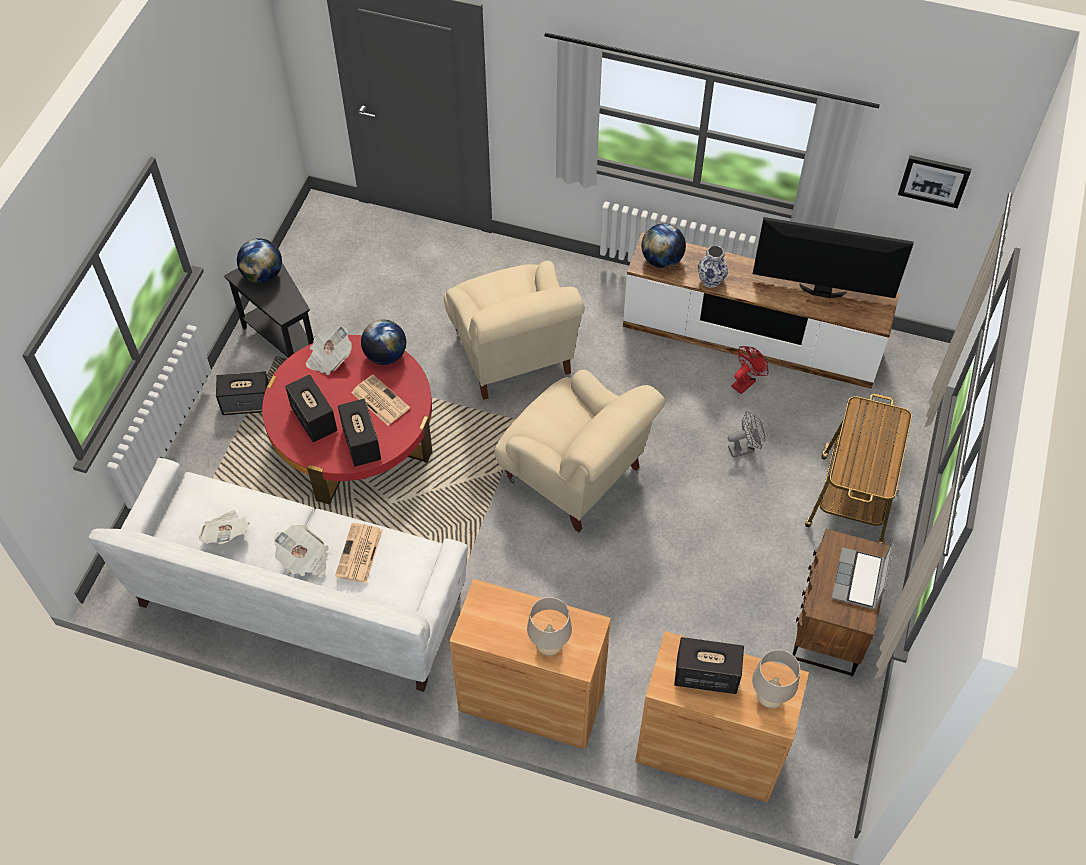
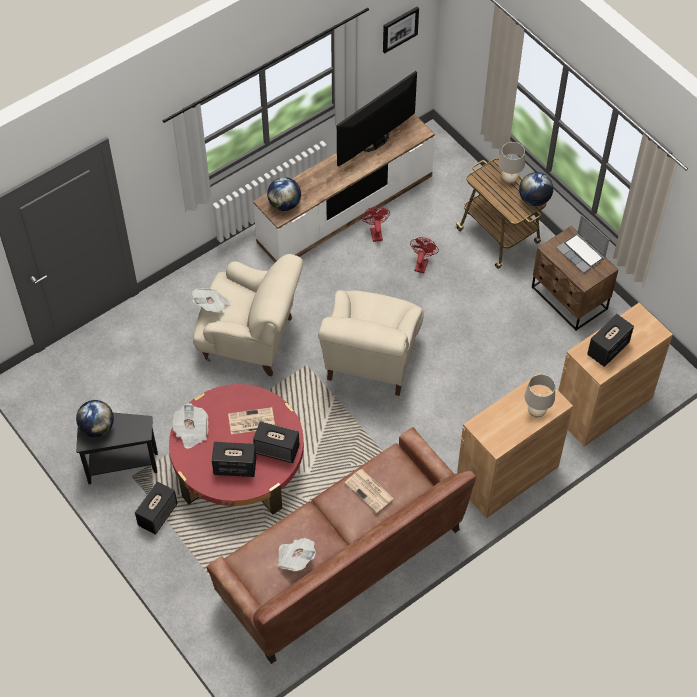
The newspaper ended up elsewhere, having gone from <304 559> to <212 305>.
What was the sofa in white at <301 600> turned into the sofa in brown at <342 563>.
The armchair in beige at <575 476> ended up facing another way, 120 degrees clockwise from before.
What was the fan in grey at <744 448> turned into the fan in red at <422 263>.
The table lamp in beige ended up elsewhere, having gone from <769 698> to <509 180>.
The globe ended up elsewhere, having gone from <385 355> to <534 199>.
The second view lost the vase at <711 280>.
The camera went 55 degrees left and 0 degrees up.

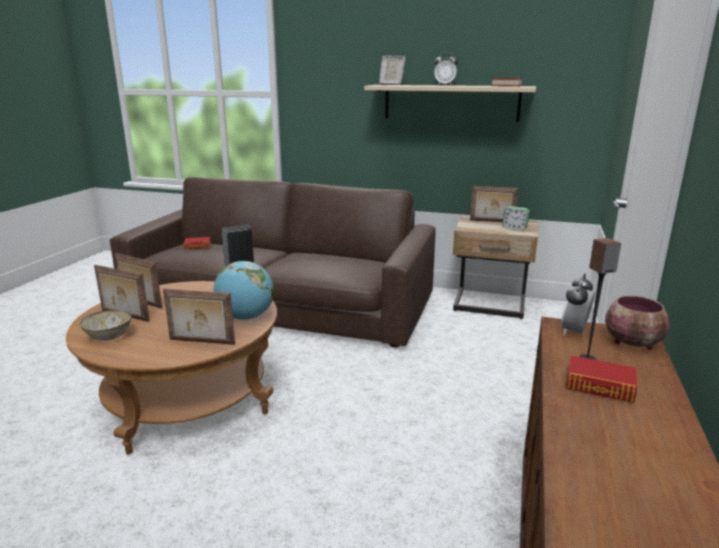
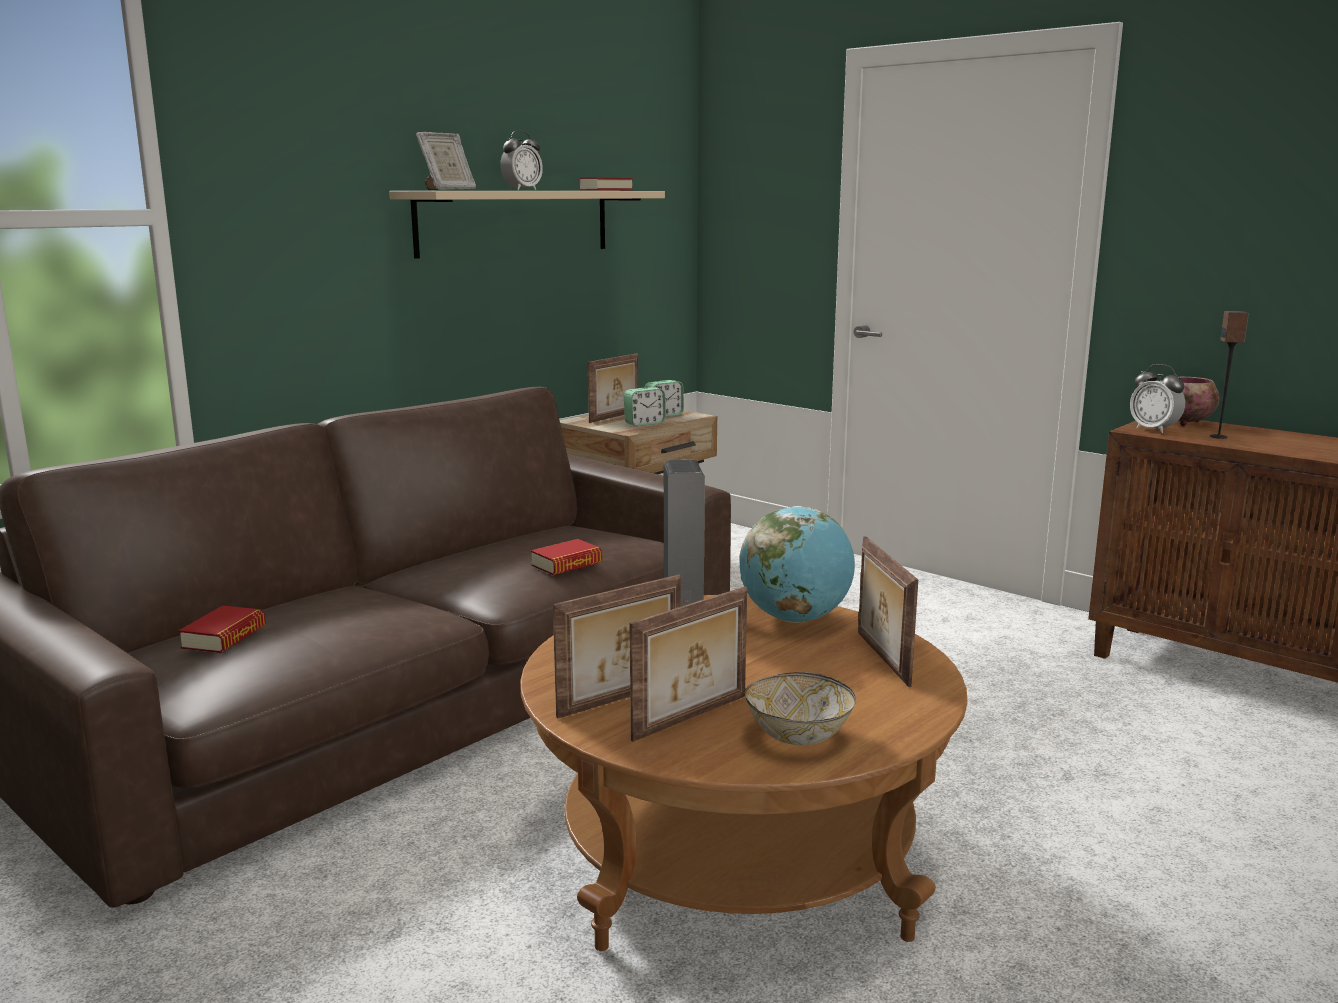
The book ended up elsewhere, having gone from <599 386> to <566 564>.
The second view gained the alarm clock at <644 423>.
The picture frame at <201 342> ended up facing another way, 135 degrees clockwise from before.
The camera went 65 degrees left and 5 degrees down.

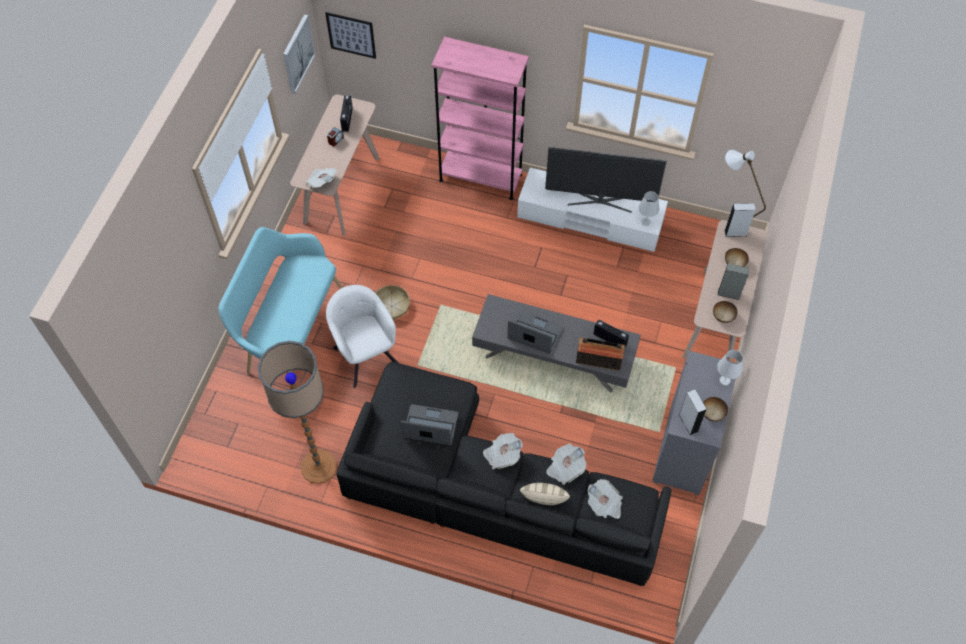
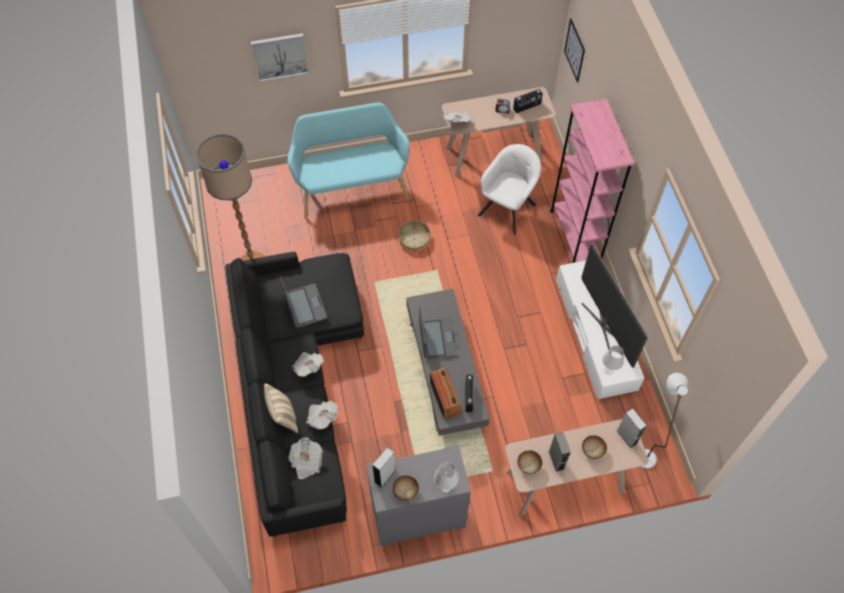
The picture ended up elsewhere, having gone from <297 53> to <280 56>.
The armchair in white ended up elsewhere, having gone from <365 354> to <508 208>.
The camera went 60 degrees right and 0 degrees up.

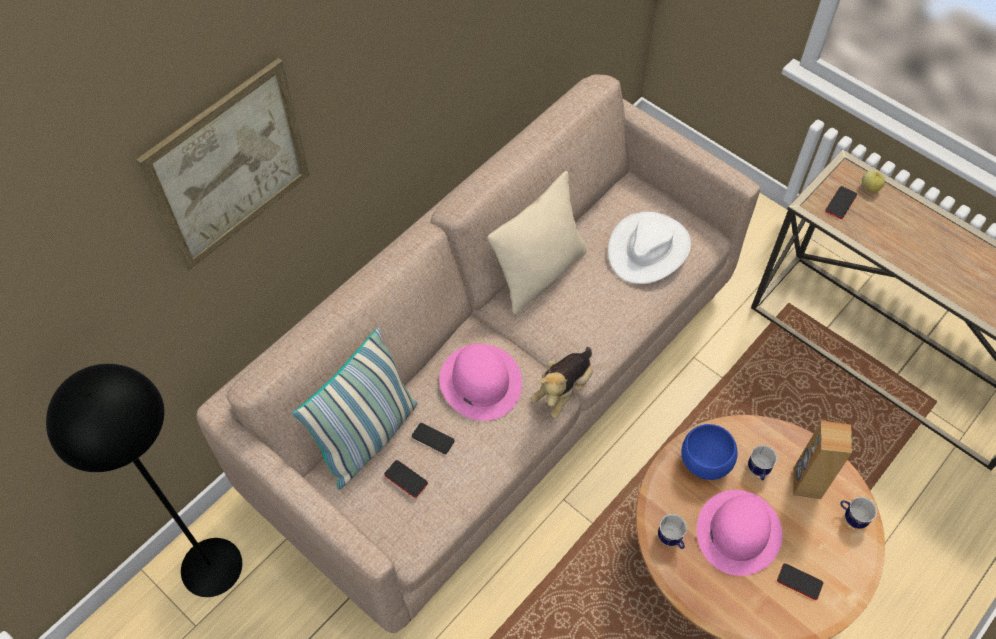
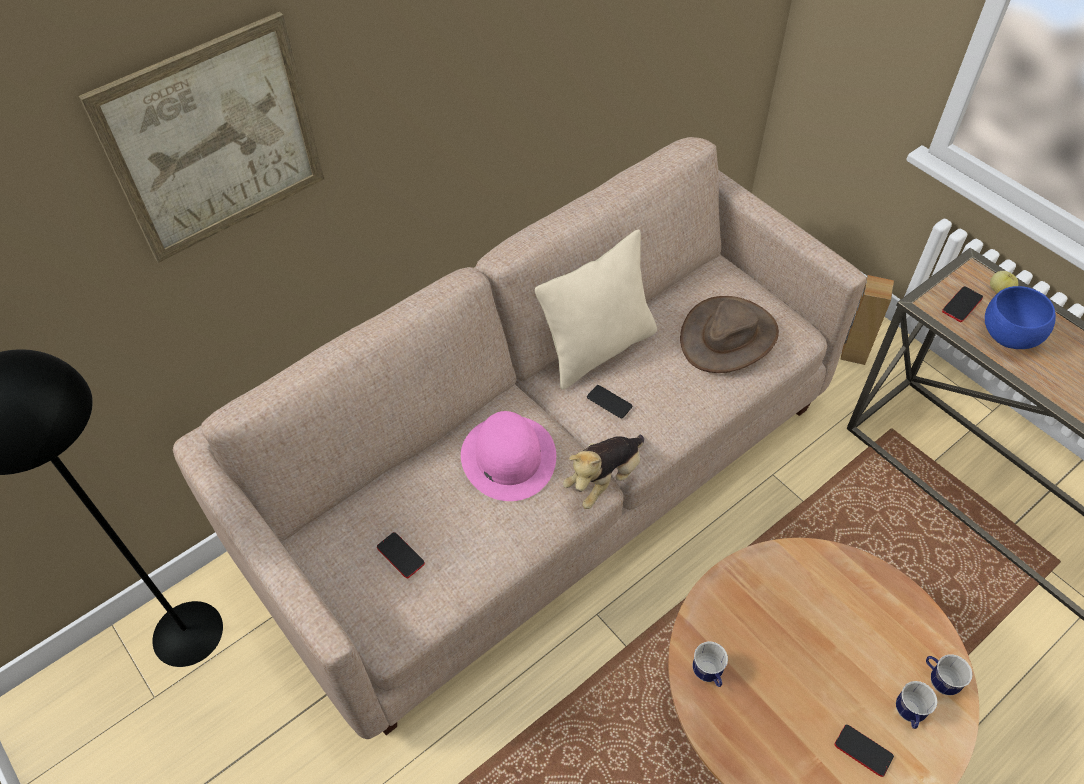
The phone ended up elsewhere, having gone from <433 438> to <609 402>.
What was the hat in white at <648 249> turned into the hat in brown at <728 336>.
The speaker in brown ended up elsewhere, having gone from <806 483> to <853 352>.
The mug ended up elsewhere, having gone from <758 471> to <909 714>.
The bowl in blue ended up elsewhere, having gone from <705 463> to <1009 338>.
The second view lost the pillow at <368 437>.
The second view lost the hat in pink at <738 531>.
The camera went 10 degrees right and 5 degrees down.

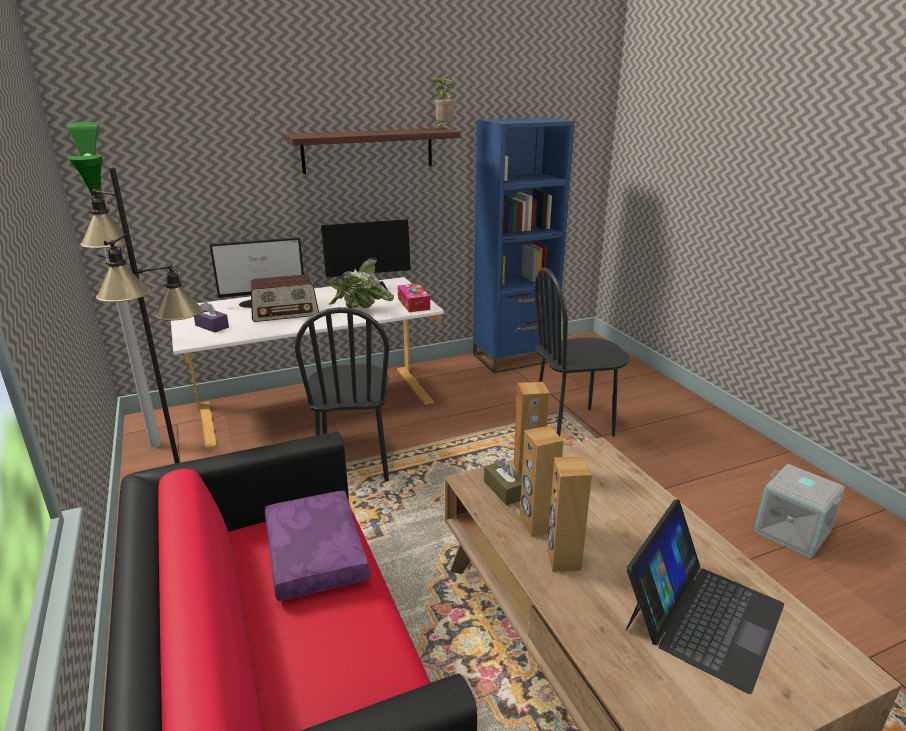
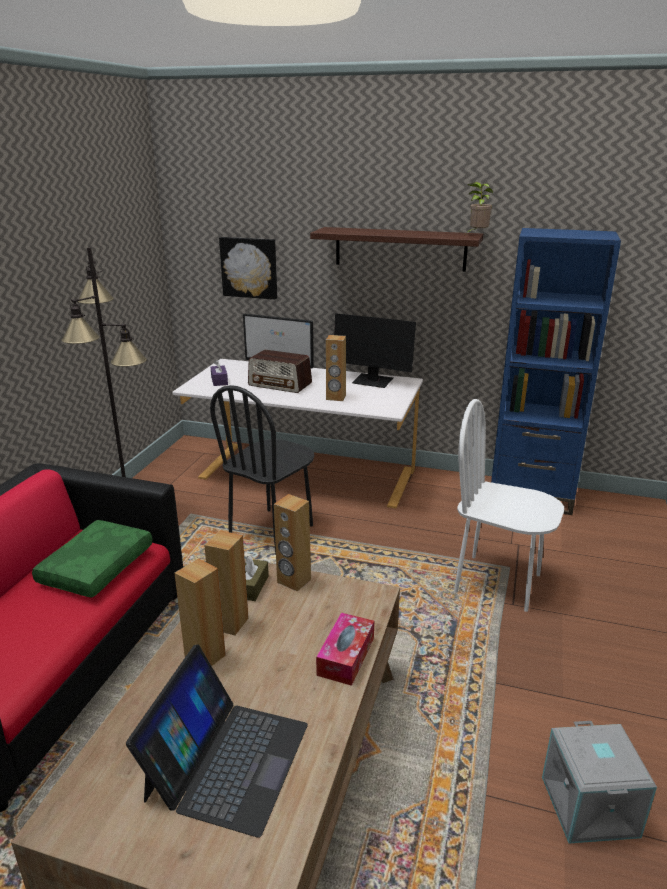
What was the pillow in purple at <313 554> turned into the pillow in green at <96 566>.
The laptop at <702 615> ended up facing another way, 60 degrees counterclockwise from before.
The second view gained the picture at <249 267>.
The tissue box ended up elsewhere, having gone from <413 304> to <346 656>.
Where the potted plant stood at <360 310>, the speaker in brown came to stand at <336 397>.
What was the chair in black at <573 425> turned into the chair in white at <497 583>.
The second view lost the floor lamp at <155 444>.
The camera went 40 degrees right and 0 degrees up.

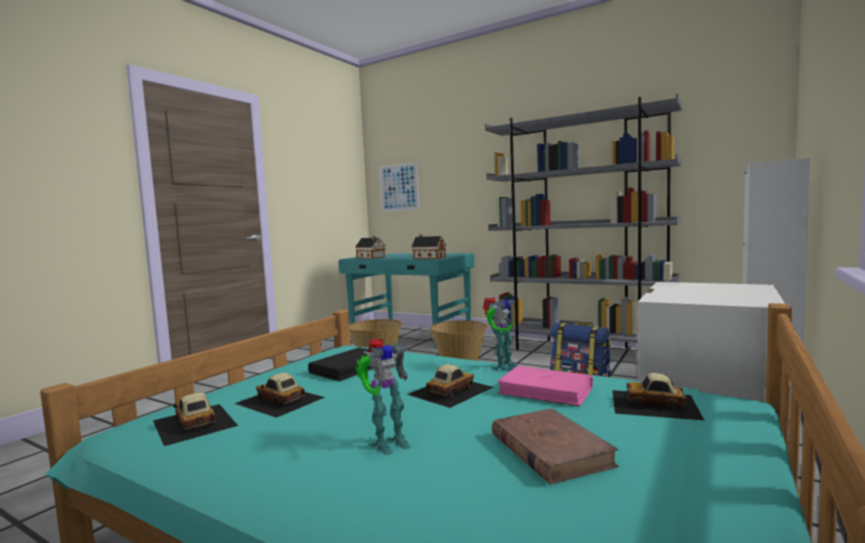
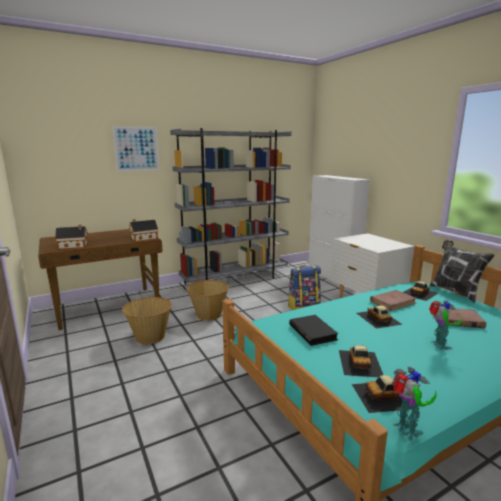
What was the desk in turquoise at <411 336> turned into the desk in brown at <108 307>.
The picture ended up elsewhere, having gone from <399 187> to <136 149>.
The toy car at <279 400> ended up facing another way, 60 degrees counterclockwise from before.
What was the book in pink at <546 390> turned into the book in brown at <392 302>.
The toy robot ended up elsewhere, having gone from <503 367> to <406 431>.
The second view gained the pillow at <455 292>.
The camera went 60 degrees left and 10 degrees up.

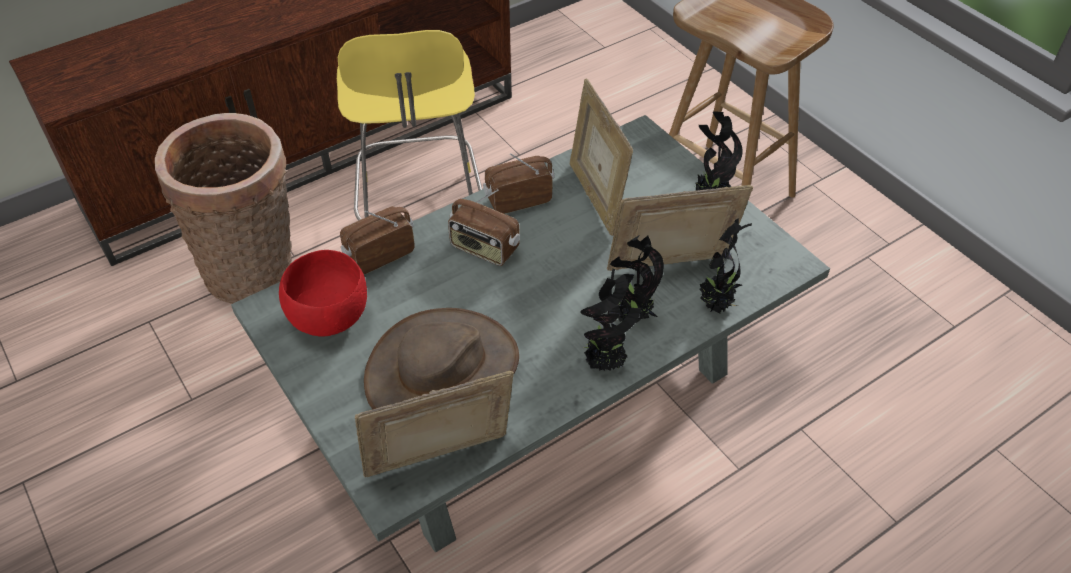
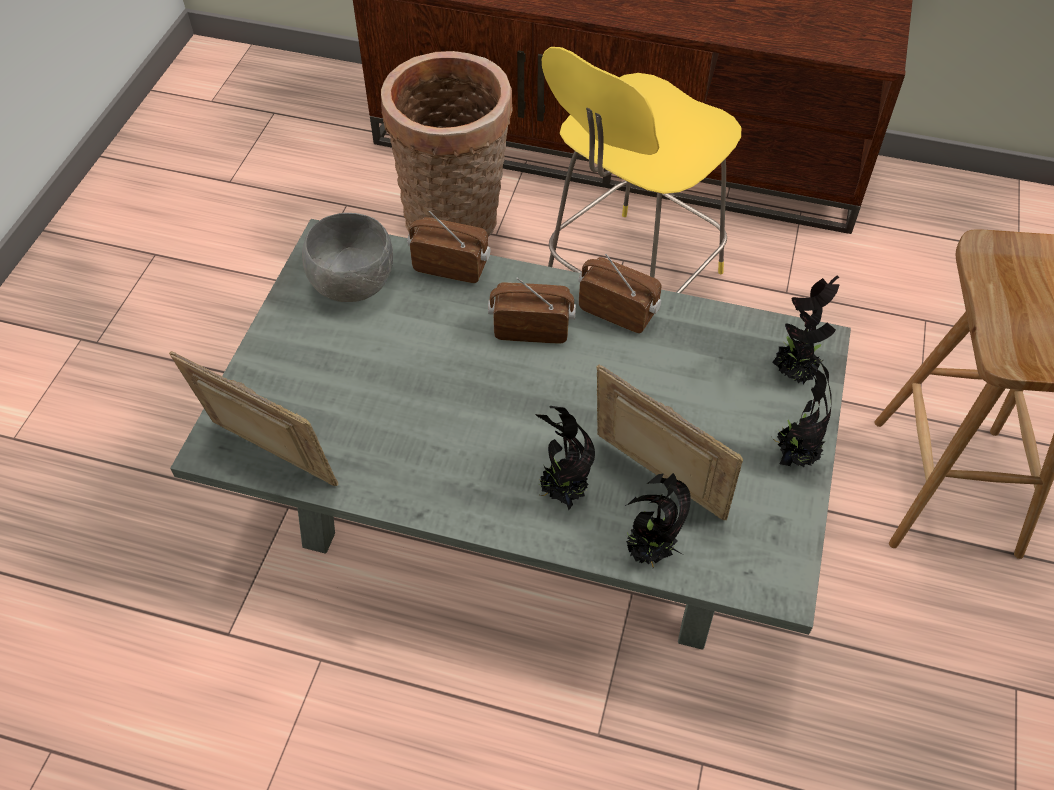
What was the bowl in red at <329 316> turned into the bowl in grey at <354 283>.
The radio at <484 249> ended up facing another way, 105 degrees clockwise from before.
The potted plant ended up elsewhere, having gone from <605 364> to <794 374>.
The second view lost the hat in brown at <442 370>.
The second view lost the picture frame at <596 197>.
The camera went 50 degrees right and 5 degrees up.

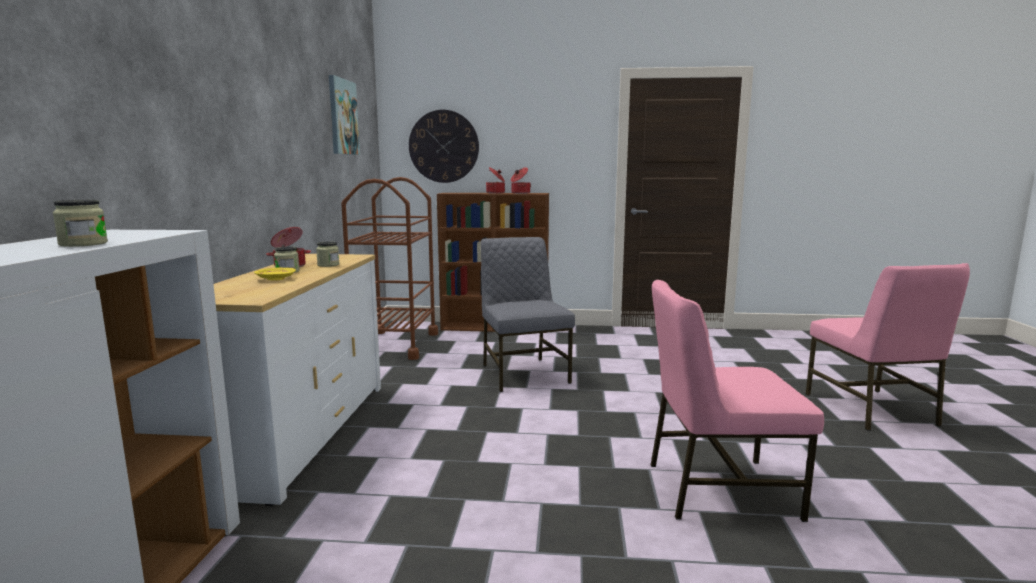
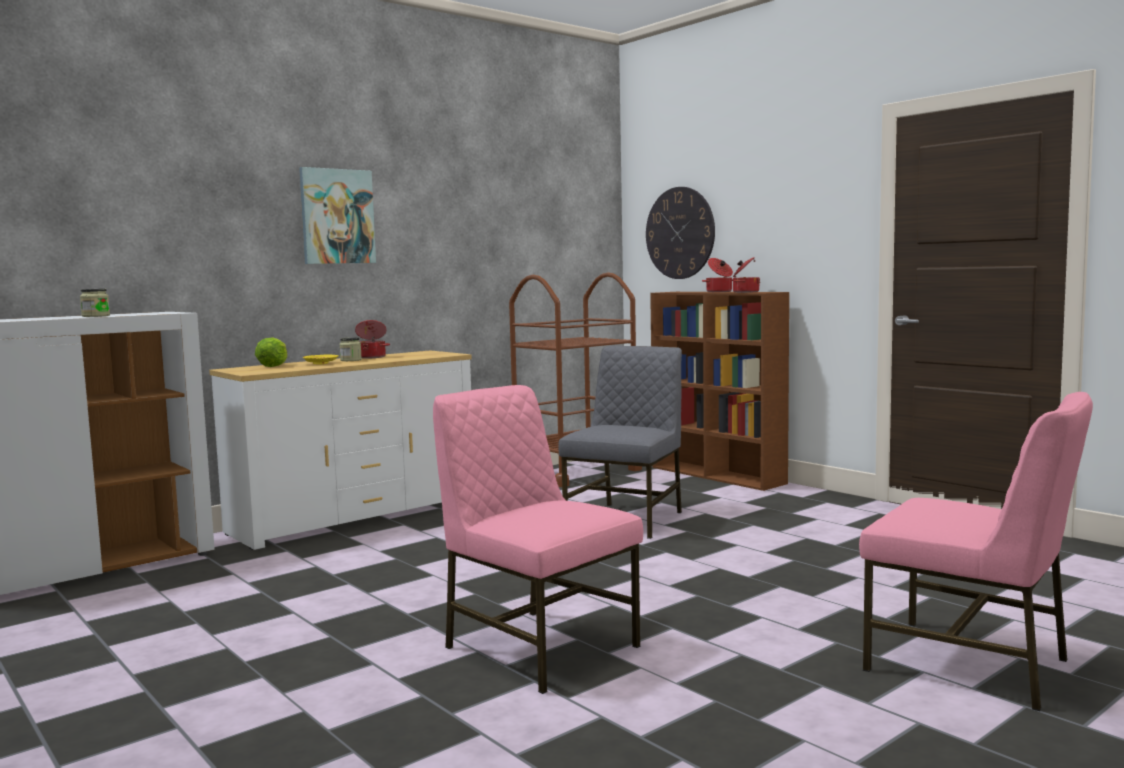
The second view gained the lettuce at <273 366>.
The picture ended up elsewhere, having gone from <342 117> to <337 216>.
The chair in pink at <872 410> ended up facing another way, 90 degrees counterclockwise from before.
The second view lost the jar at <328 265>.
The camera went 45 degrees right and 5 degrees down.

